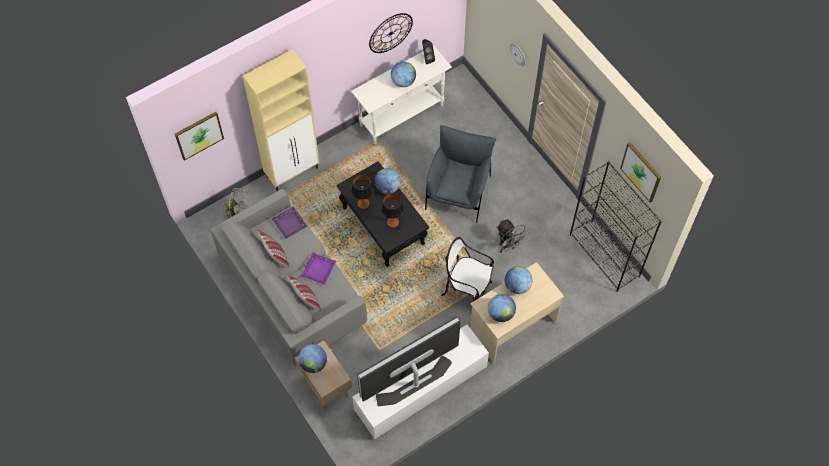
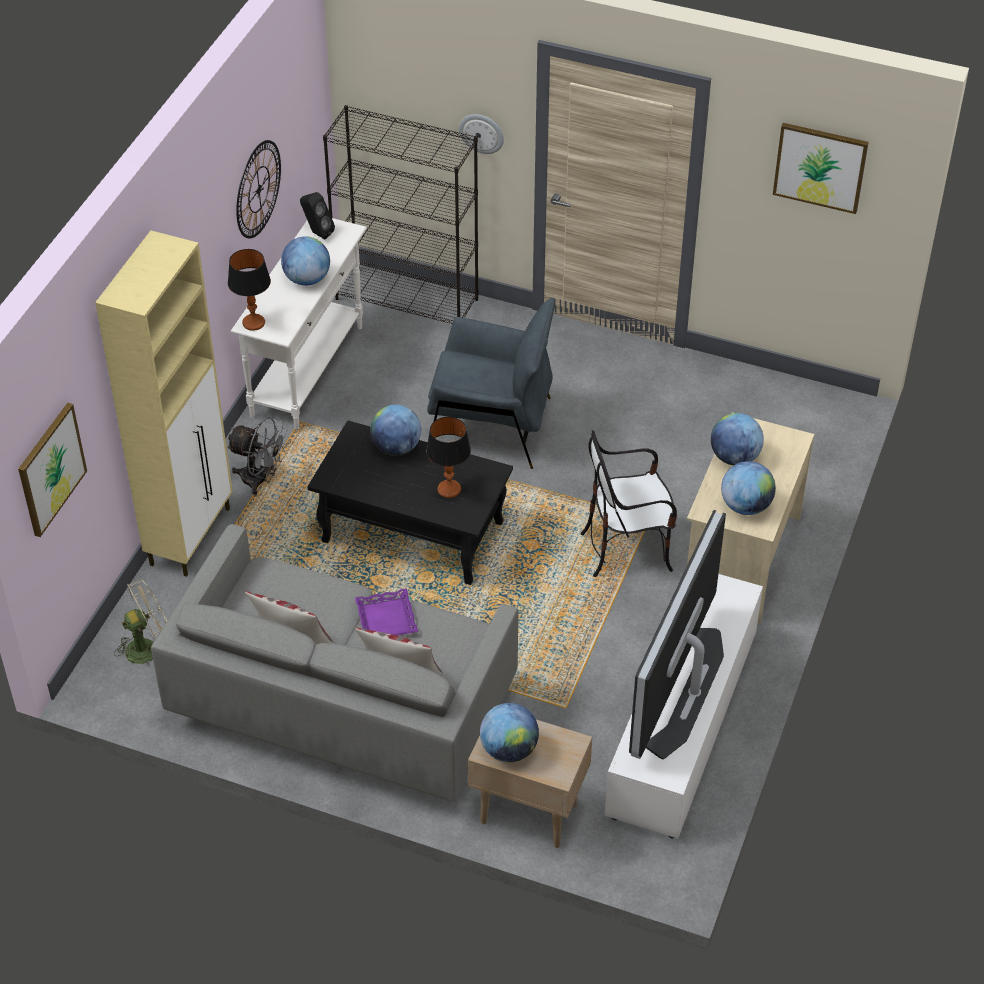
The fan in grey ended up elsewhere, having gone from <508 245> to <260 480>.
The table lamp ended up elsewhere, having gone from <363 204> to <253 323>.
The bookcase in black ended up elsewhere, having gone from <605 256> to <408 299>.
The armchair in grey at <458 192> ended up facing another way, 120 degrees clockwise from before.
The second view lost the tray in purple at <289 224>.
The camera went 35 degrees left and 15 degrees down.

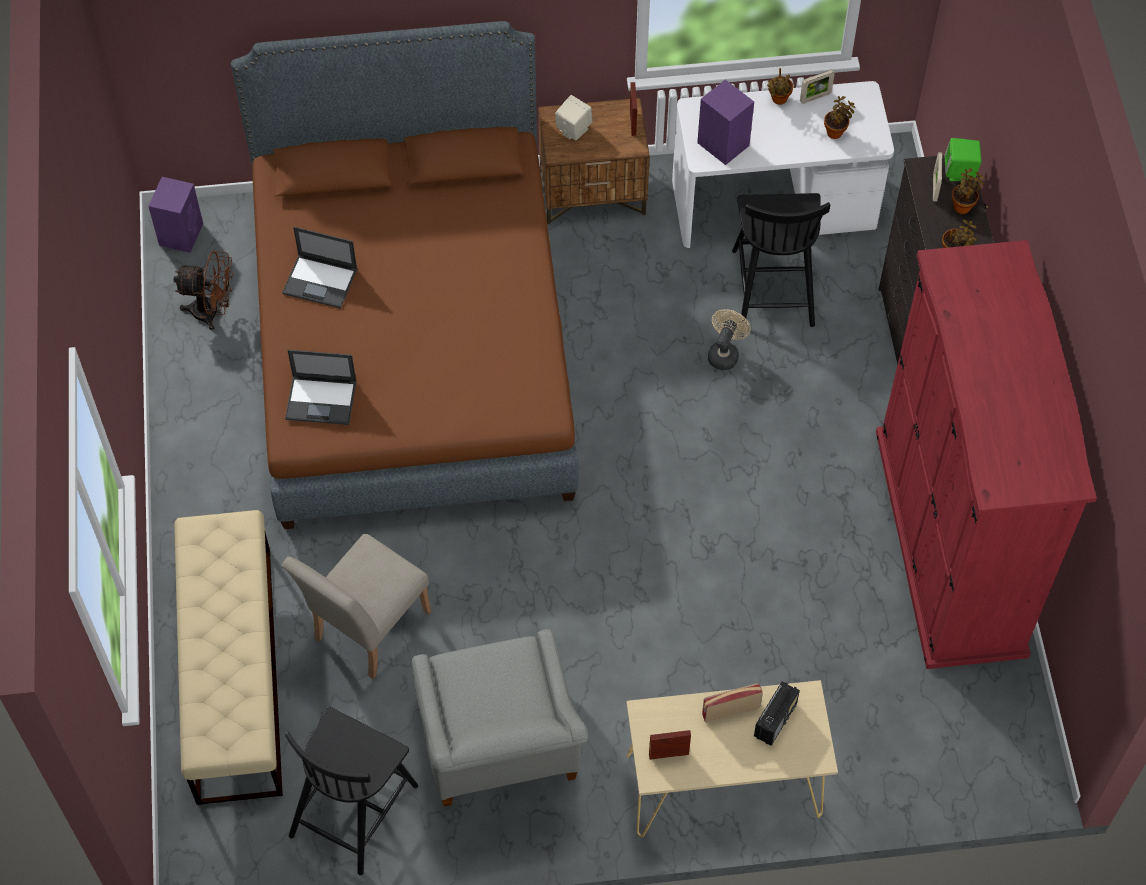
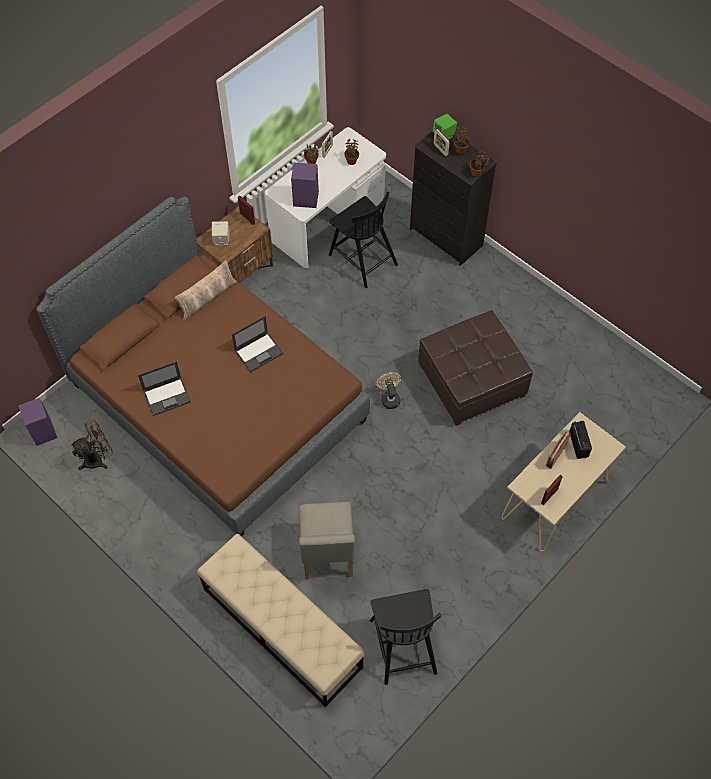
The second view gained the pillow at <207 298>.
The laptop ended up elsewhere, having gone from <322 400> to <259 352>.
The fan in beige ended up elsewhere, having gone from <725 353> to <389 398>.
The second view gained the ottoman in brown at <472 380>.
The second view lost the armchair in grey at <500 752>.
The second view lost the wardrobe in red at <950 541>.
The camera went 40 degrees left and 0 degrees up.

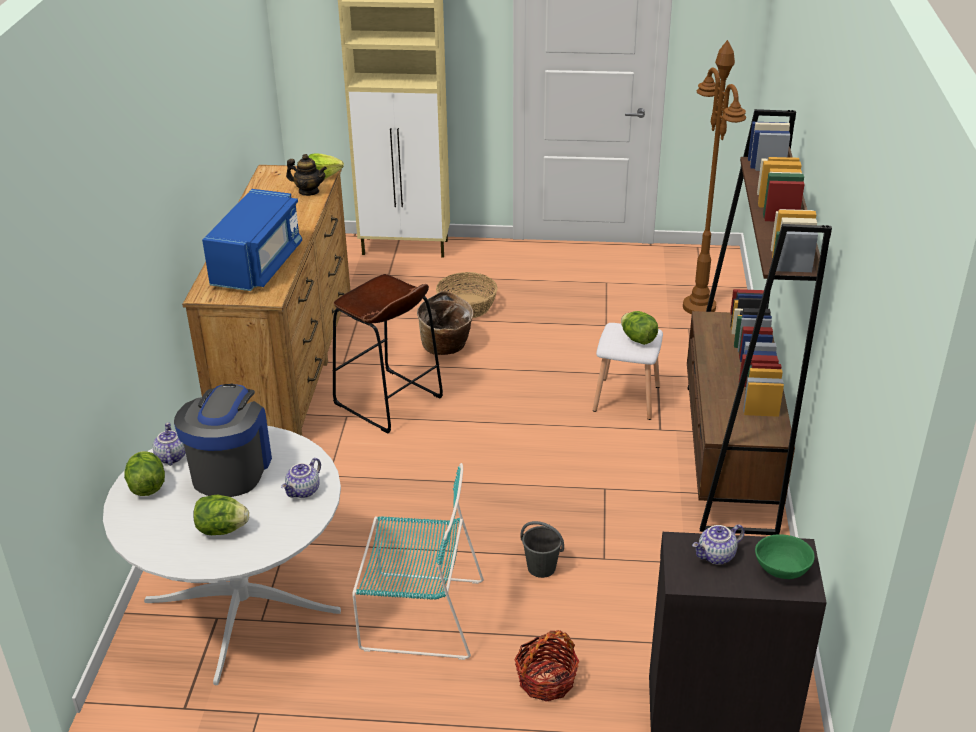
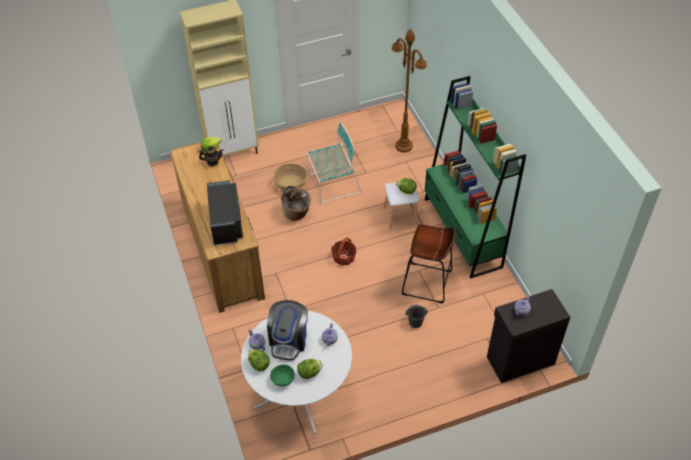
What was the microwave in blue at <258 265> turned into the microwave in black at <226 222>.
The coffee machine at <231 468> ended up facing another way, 150 degrees counterclockwise from before.
The bowl in green ended up elsewhere, having gone from <783 570> to <283 379>.
The chair in turquoise ended up elsewhere, having gone from <417 614> to <332 184>.
The basket ended up elsewhere, having gone from <546 680> to <343 257>.
The stool in brown ended up elsewhere, having gone from <388 401> to <427 283>.
What was the bookcase in brown at <729 456> turned into the bookcase in green at <462 233>.
The camera went 25 degrees left and 15 degrees up.

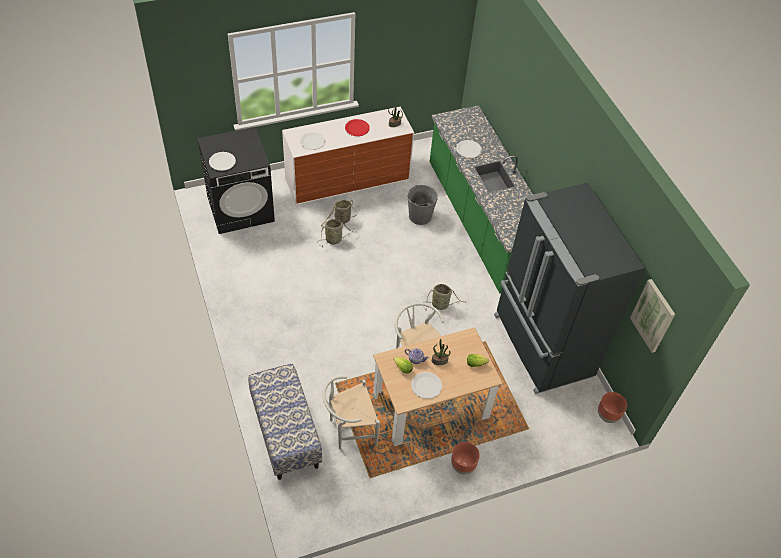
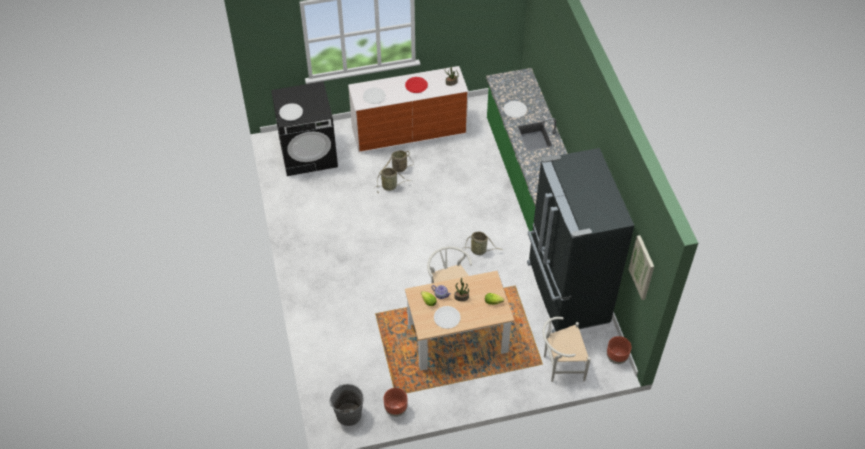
The bucket in grey ended up elsewhere, having gone from <419 216> to <348 414>.
The planter in brown ended up elsewhere, having gone from <463 466> to <396 410>.
The chair in white ended up elsewhere, having gone from <349 430> to <560 366>.
The second view lost the bench at <285 432>.
The camera went 10 degrees right and 0 degrees up.

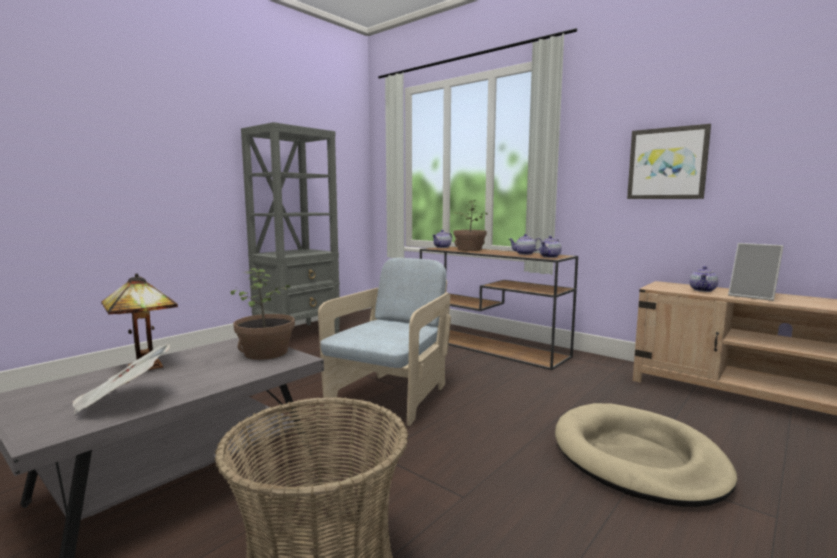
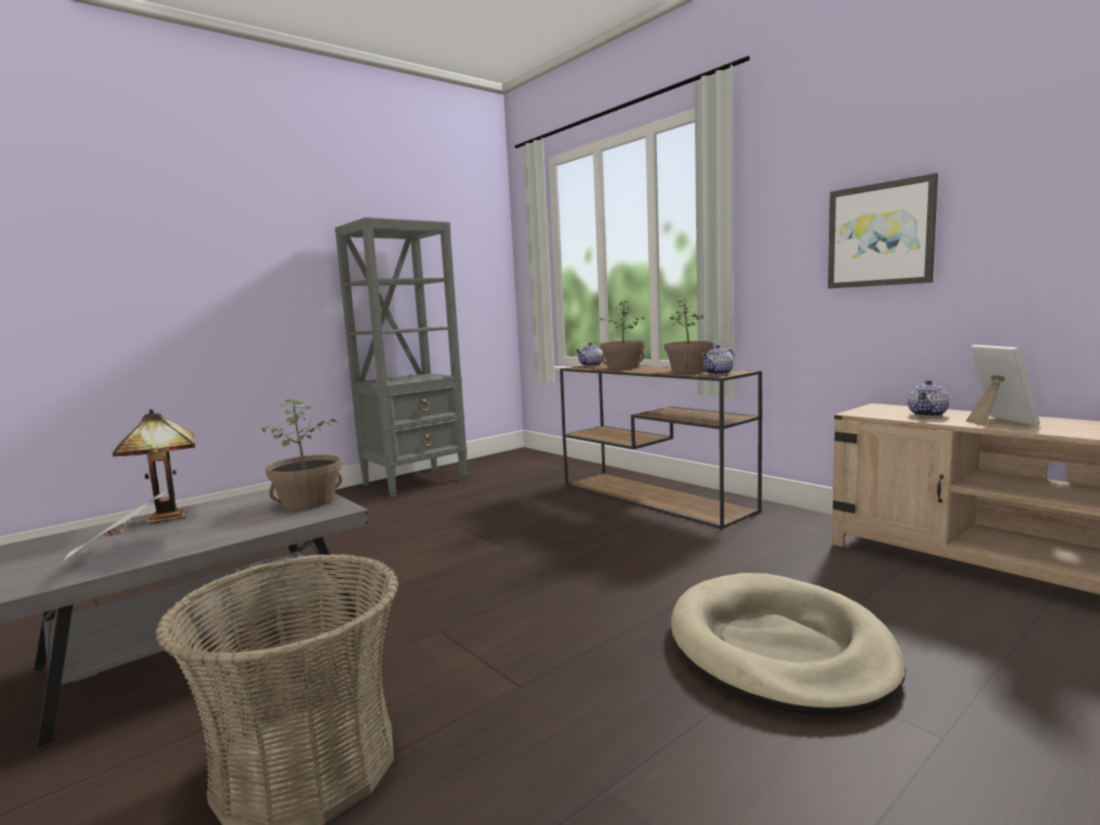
Where the teapot stood at <524 254>, the potted plant came to stand at <689 370>.
The picture frame at <753 296> ended up facing another way, 150 degrees counterclockwise from before.
The second view lost the armchair in beige at <391 396>.
The camera went 10 degrees right and 0 degrees up.

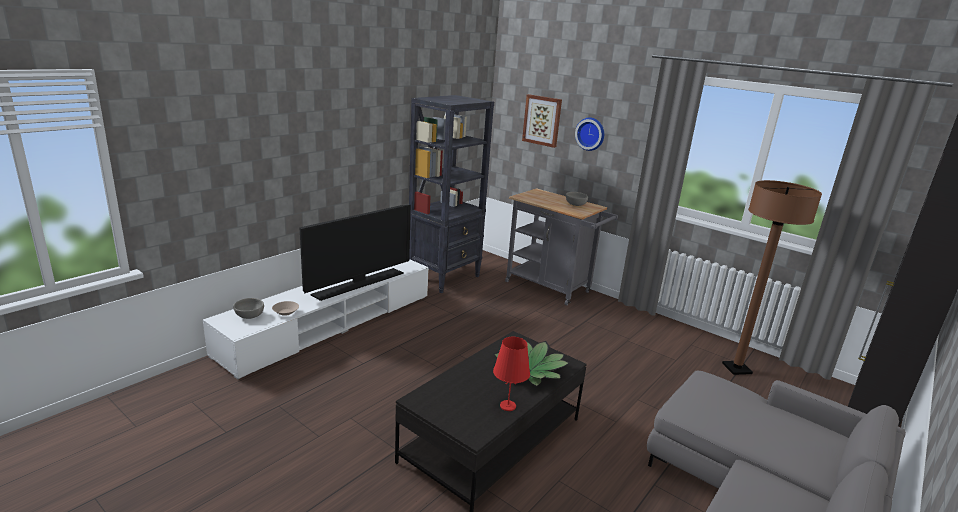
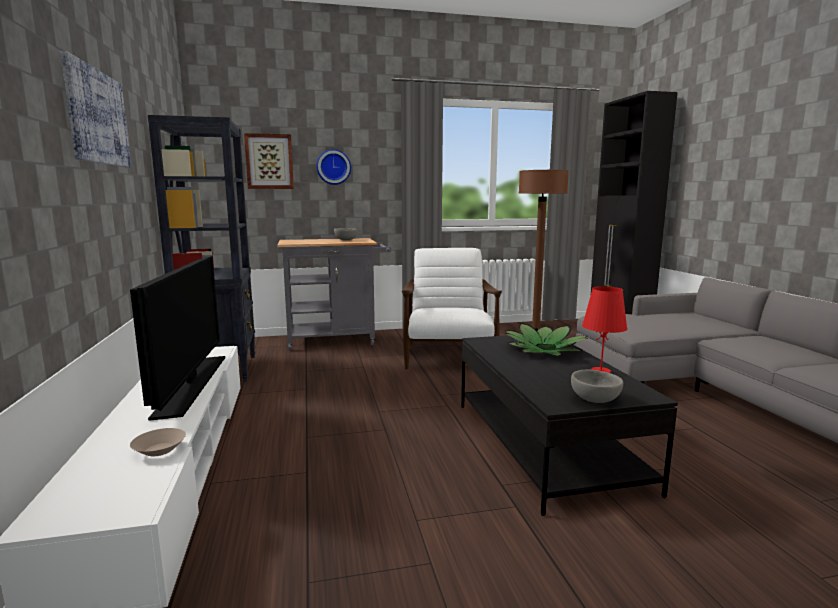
The second view gained the picture at <96 117>.
The second view gained the armchair in white at <449 356>.
The bowl in grey ended up elsewhere, having gone from <249 315> to <593 399>.
The camera went 50 degrees left and 10 degrees down.

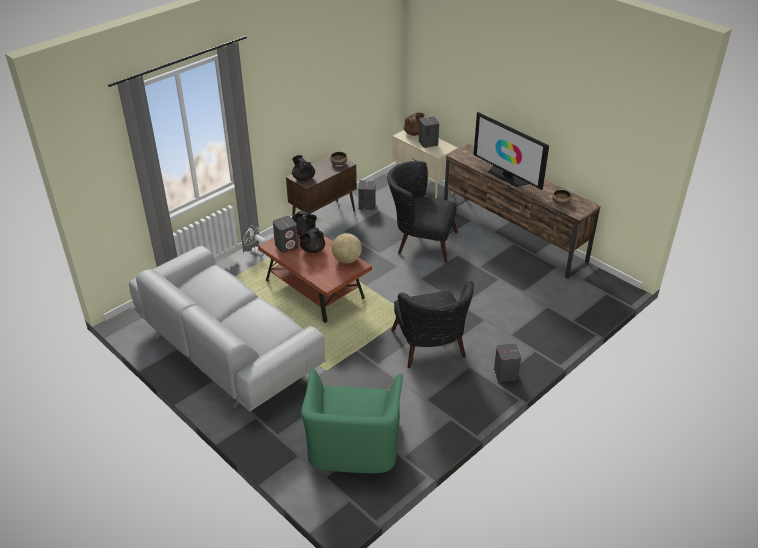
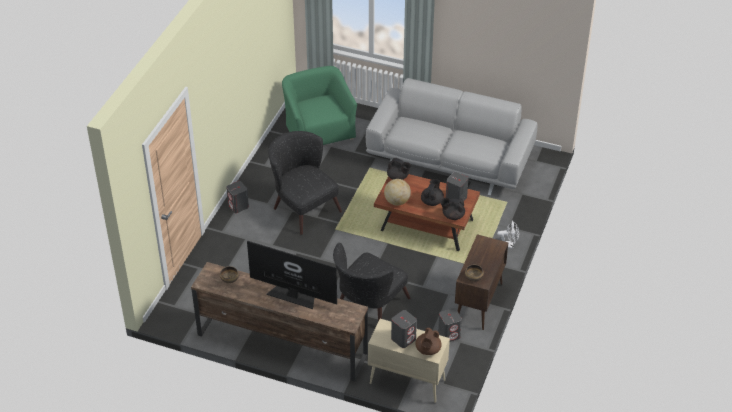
The armchair in black at <420 242> ended up facing another way, 135 degrees clockwise from before.
The teapot in black ended up elsewhere, having gone from <303 178> to <398 177>.
The camera went 155 degrees right and 5 degrees up.

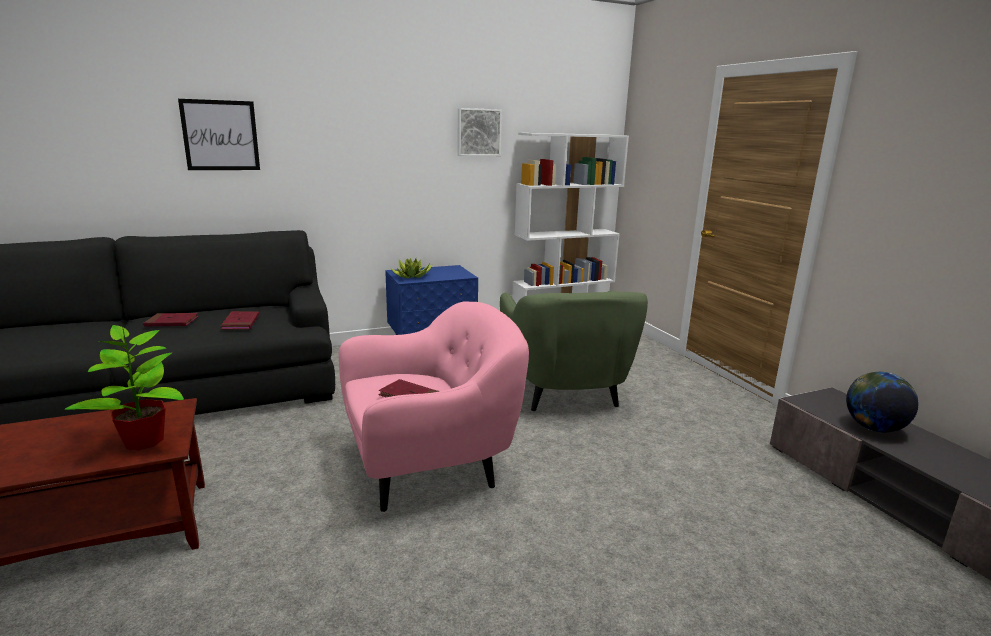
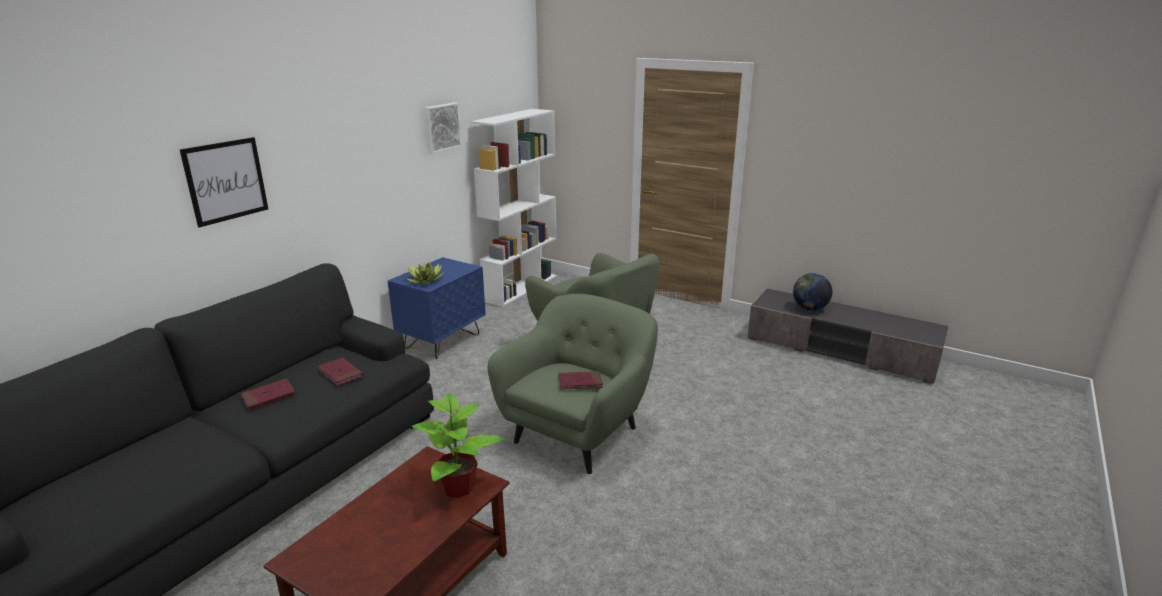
What was the armchair in pink at <430 466> turned into the armchair in green at <578 432>.
The camera went 35 degrees left and 5 degrees up.

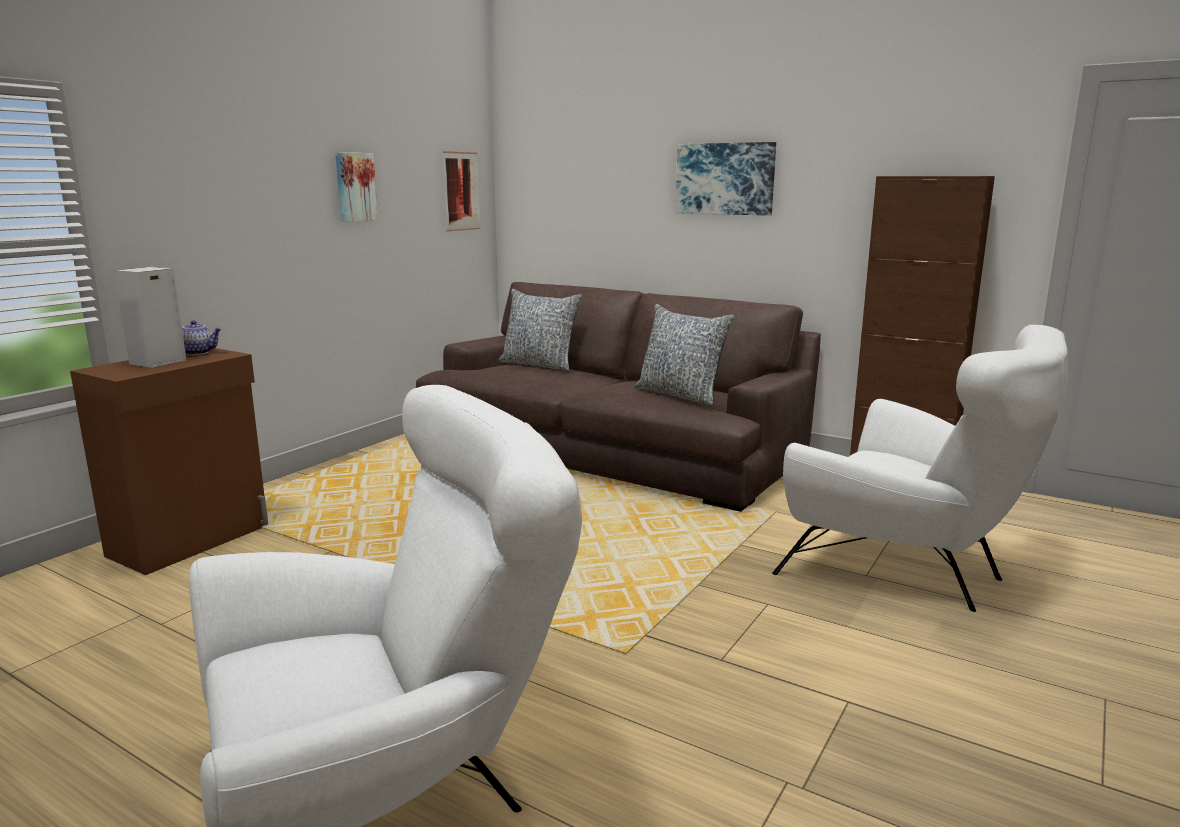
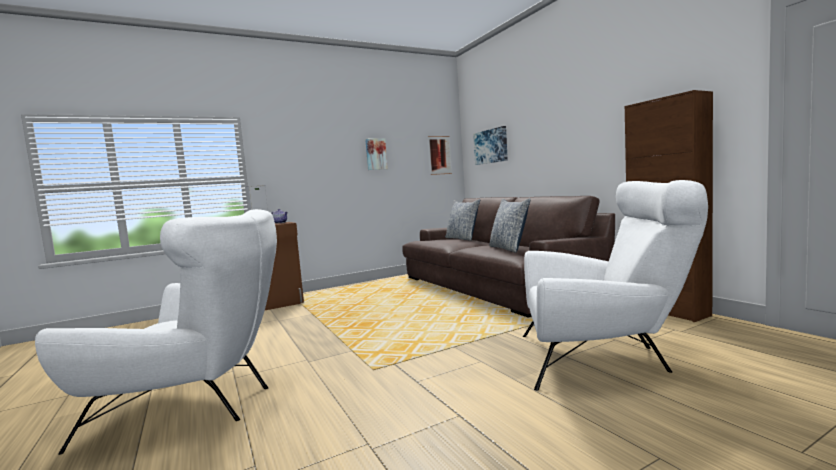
The picture ended up elsewhere, having gone from <725 179> to <491 146>.
The armchair in white at <910 570> ended up facing another way, 60 degrees counterclockwise from before.
The camera went 30 degrees right and 10 degrees down.

